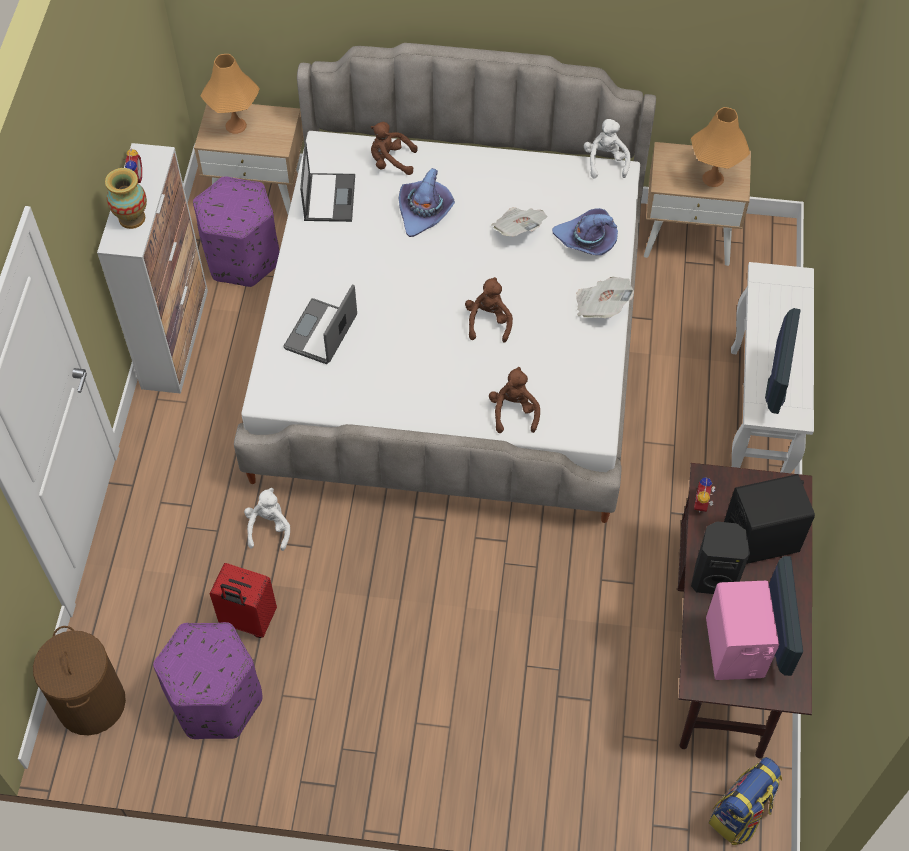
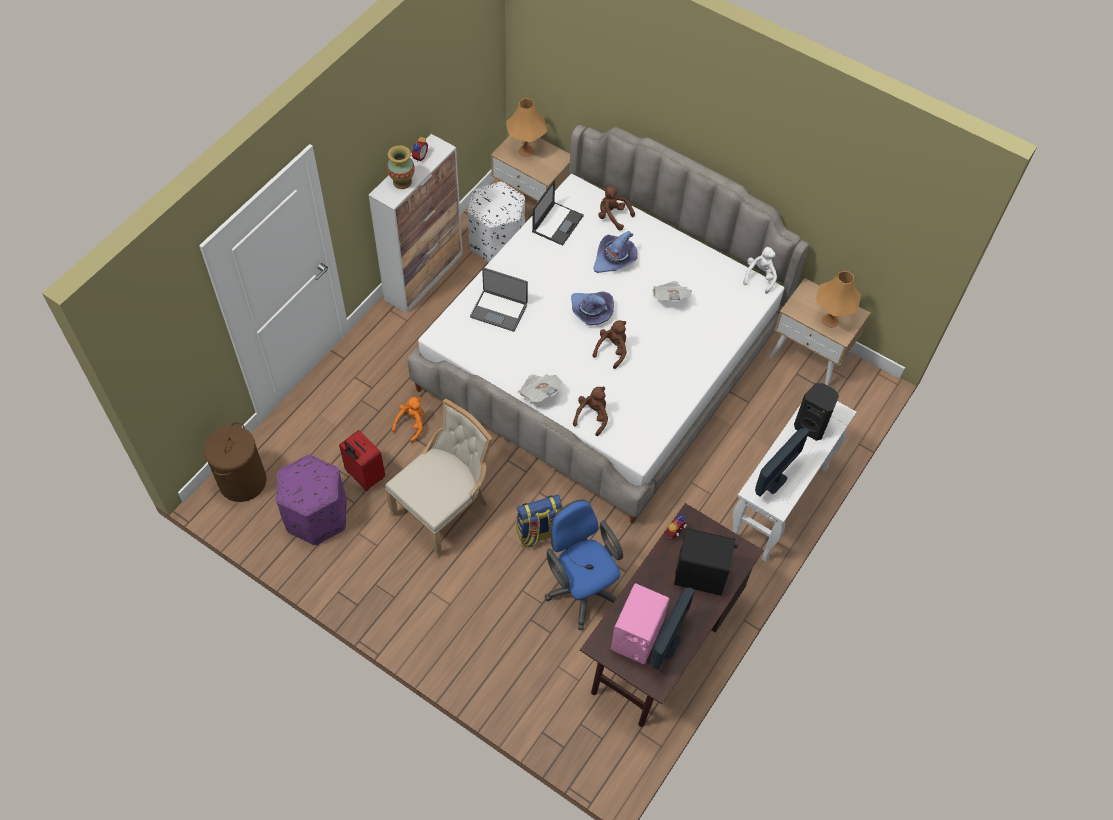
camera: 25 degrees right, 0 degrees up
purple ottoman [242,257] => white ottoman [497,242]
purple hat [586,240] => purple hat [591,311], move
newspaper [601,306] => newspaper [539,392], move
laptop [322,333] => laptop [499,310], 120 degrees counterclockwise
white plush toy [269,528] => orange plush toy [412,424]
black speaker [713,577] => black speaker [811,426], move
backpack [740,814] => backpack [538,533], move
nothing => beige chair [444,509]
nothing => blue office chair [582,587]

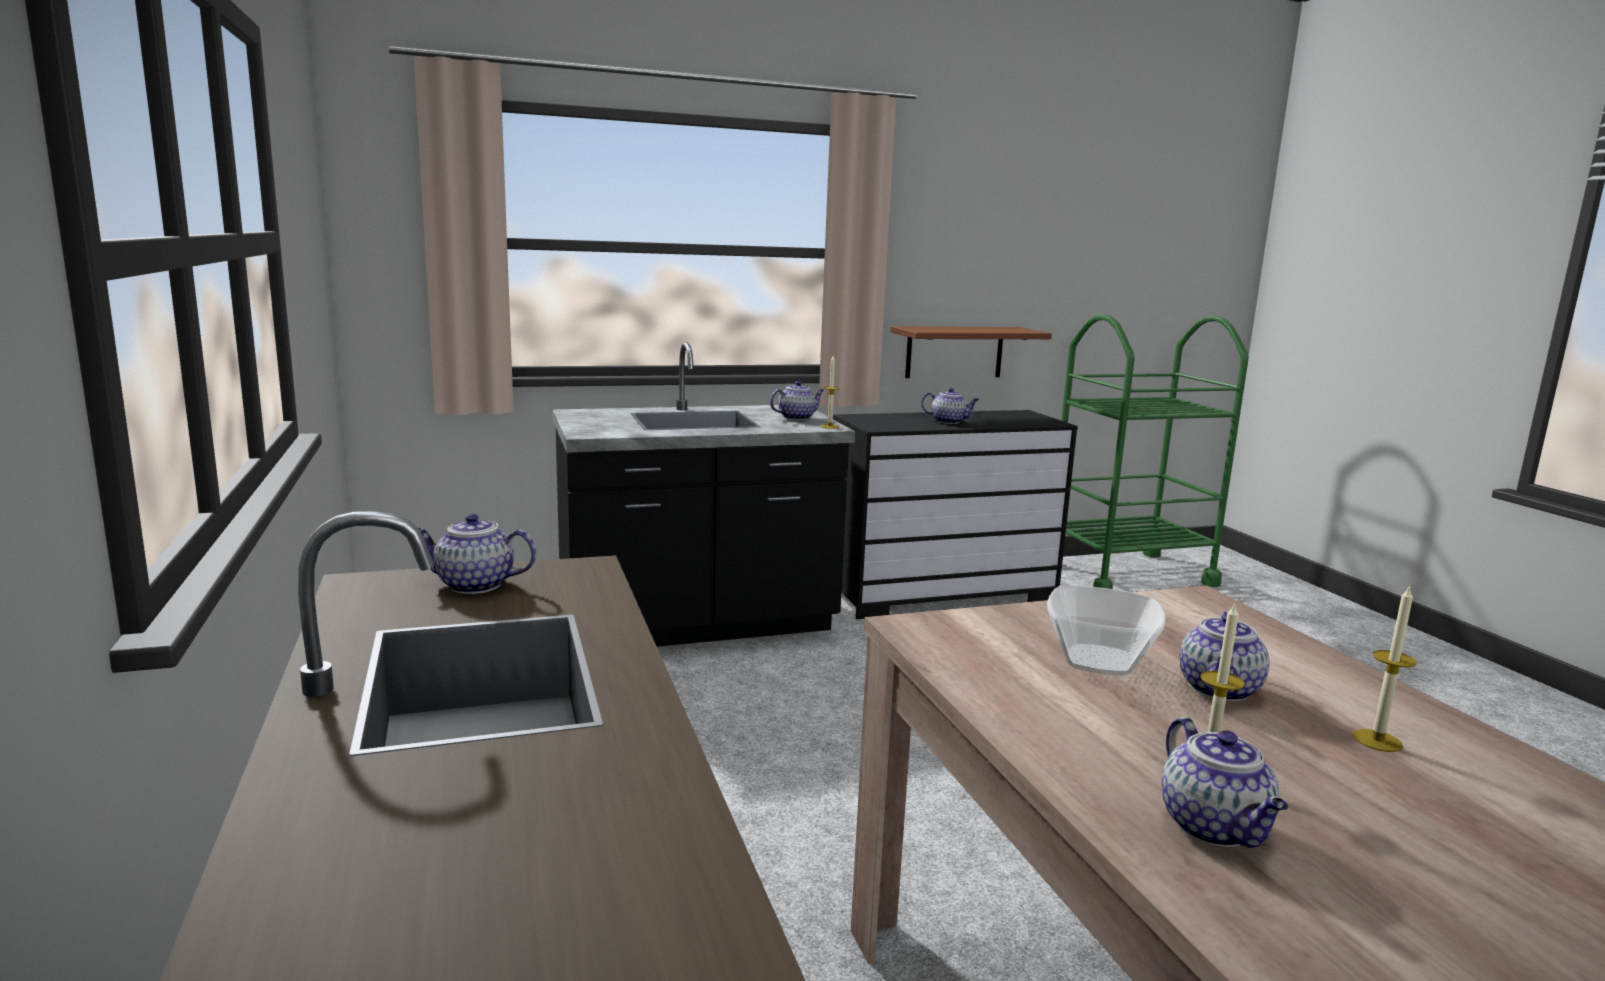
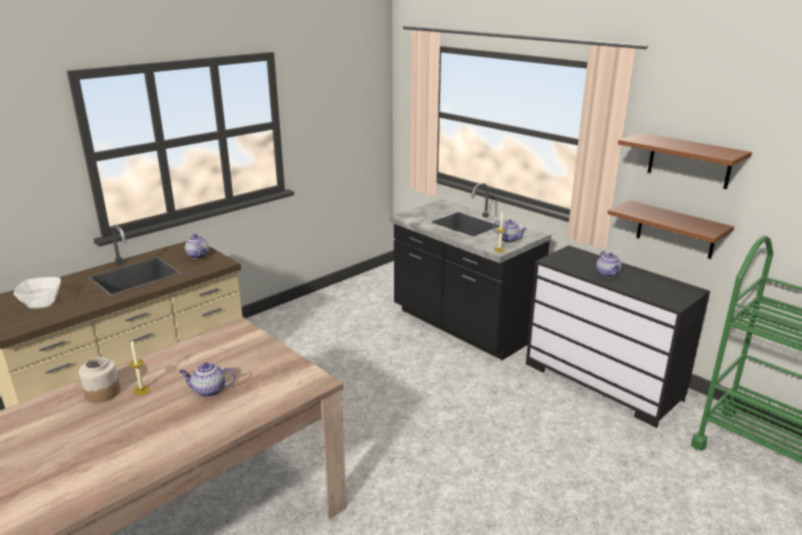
camera: 65 degrees right, 10 degrees up
bowl [1100,660] => bowl [42,304], move
candle [1377,740] => nothing
teapot [1216,828] => jar [102,393]
nothing => brown shelf [689,161]

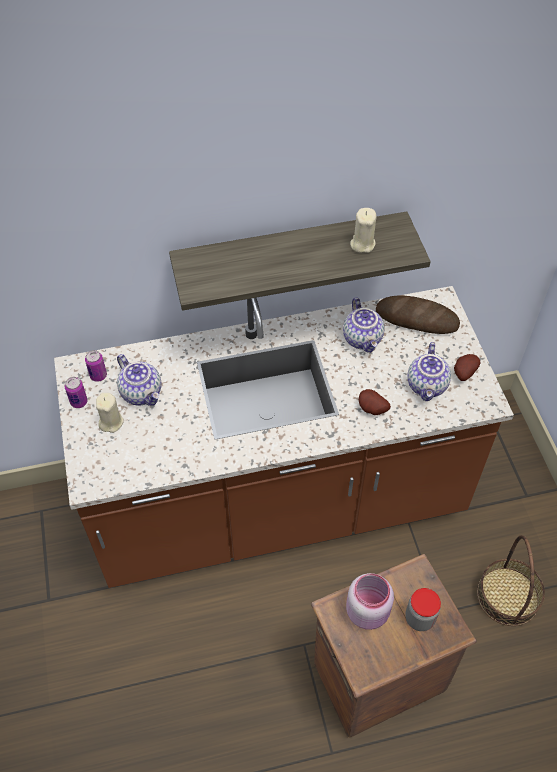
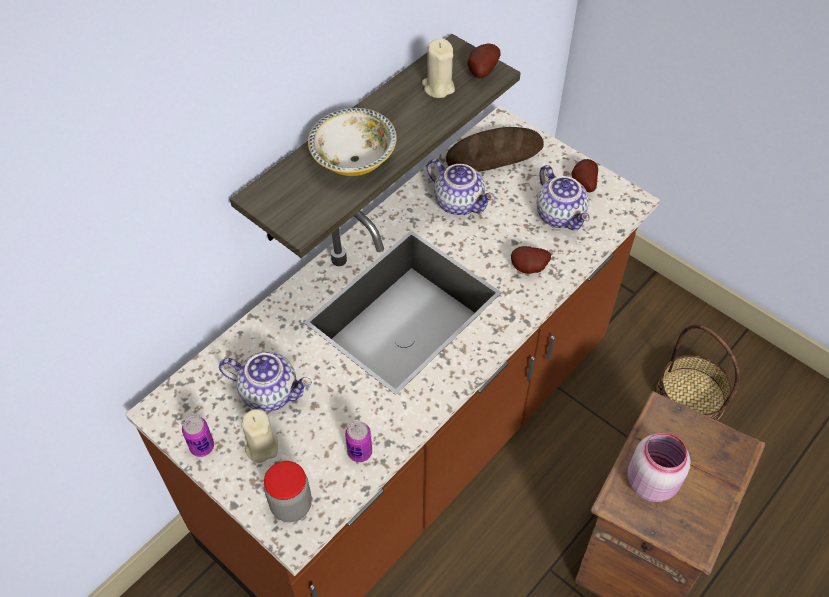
camera: 35 degrees left, 0 degrees up
can [98,375] => can [360,452], move
jar [419,618] => jar [291,505], move
nothing => potato [481,71]
nothing => bowl [353,160]

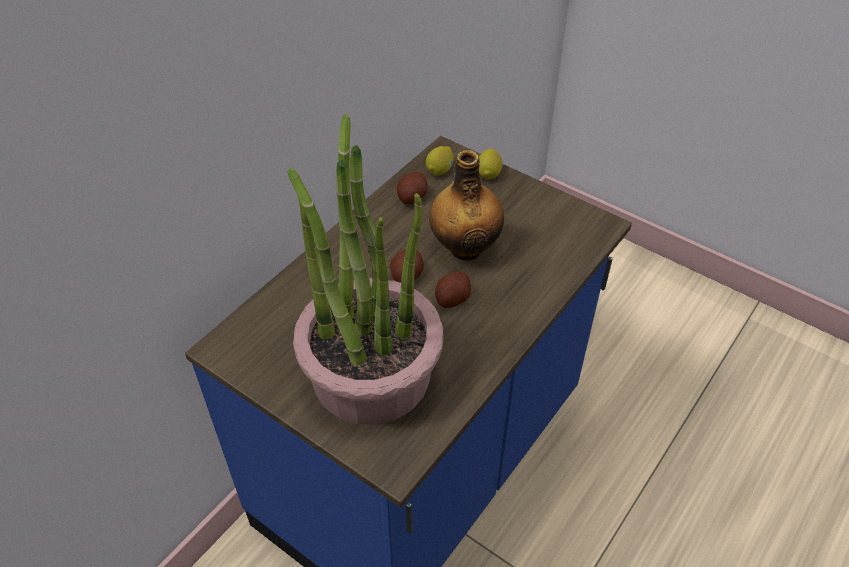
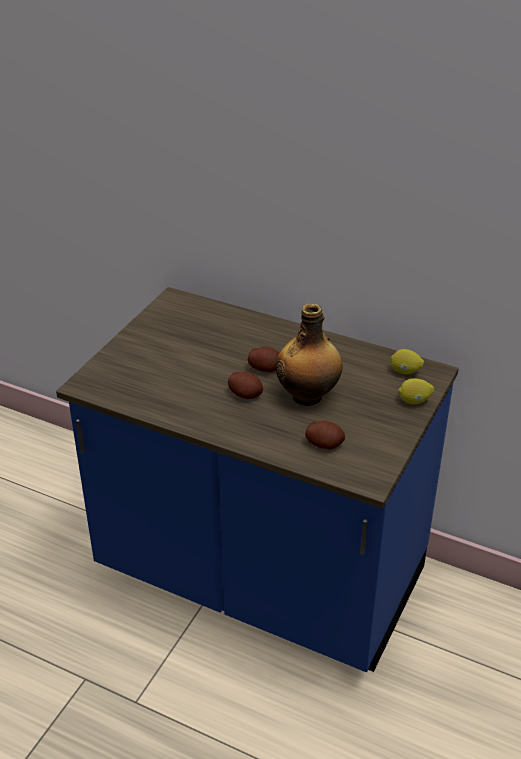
camera: 80 degrees right, 10 degrees down
potted plant [371,373] => nothing
potato [411,197] => potato [324,444], move

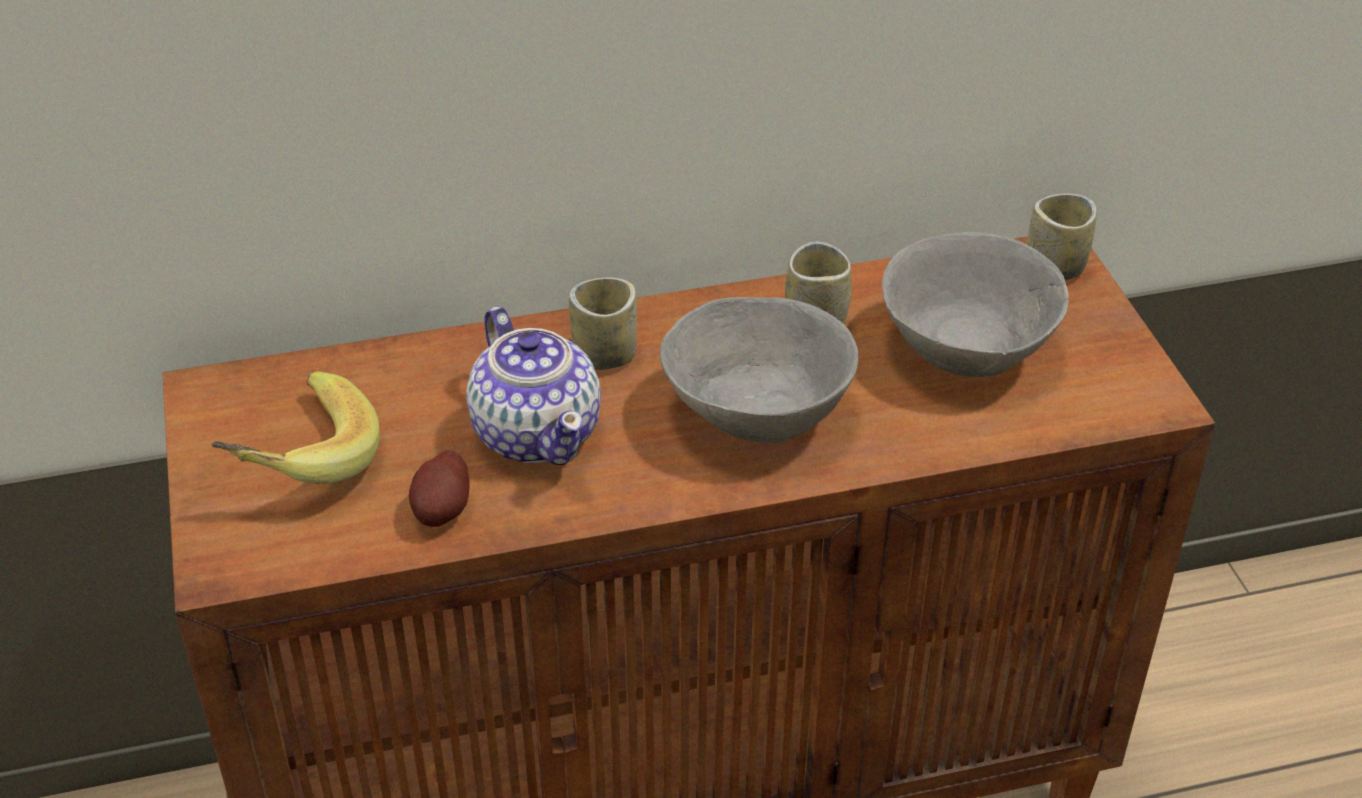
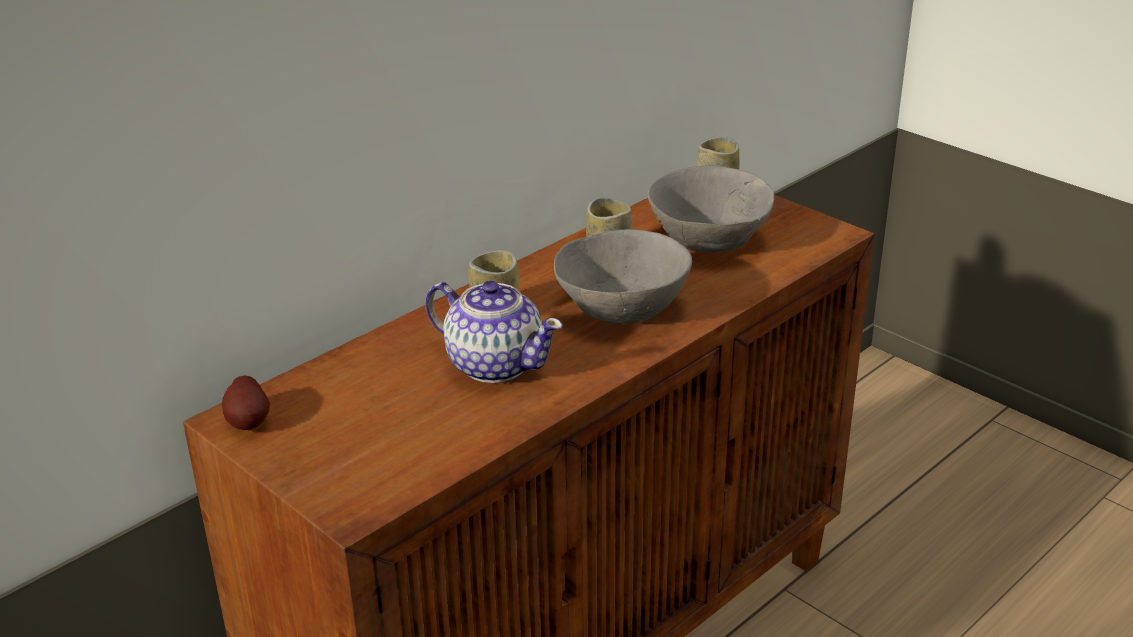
camera: 30 degrees left, 10 degrees down
banana [299,460] => nothing
potato [442,510] => potato [249,421], move

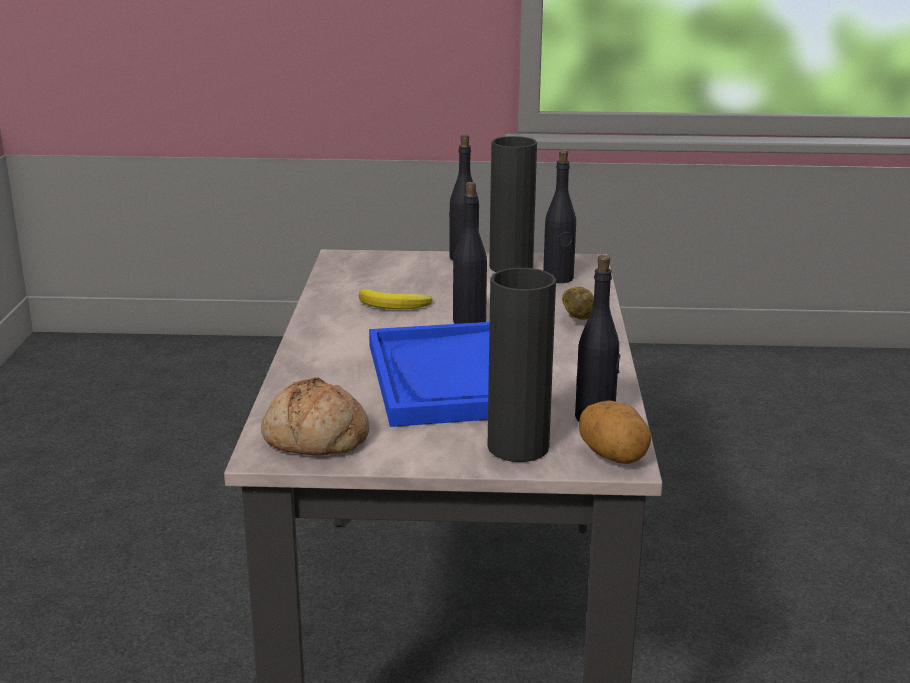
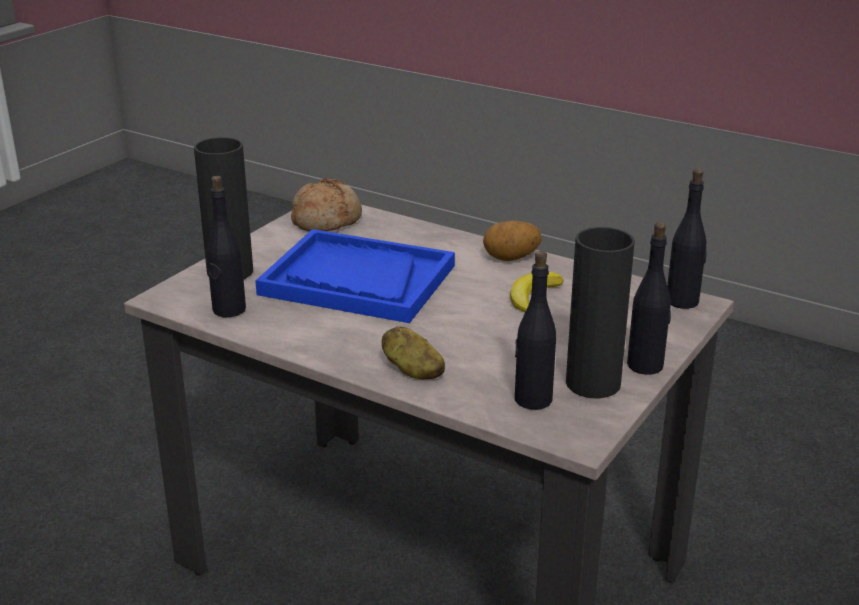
camera: 120 degrees right, 5 degrees up
black bottle [469,321] => black bottle [682,301], move
potato [613,456] => potato [511,258], move

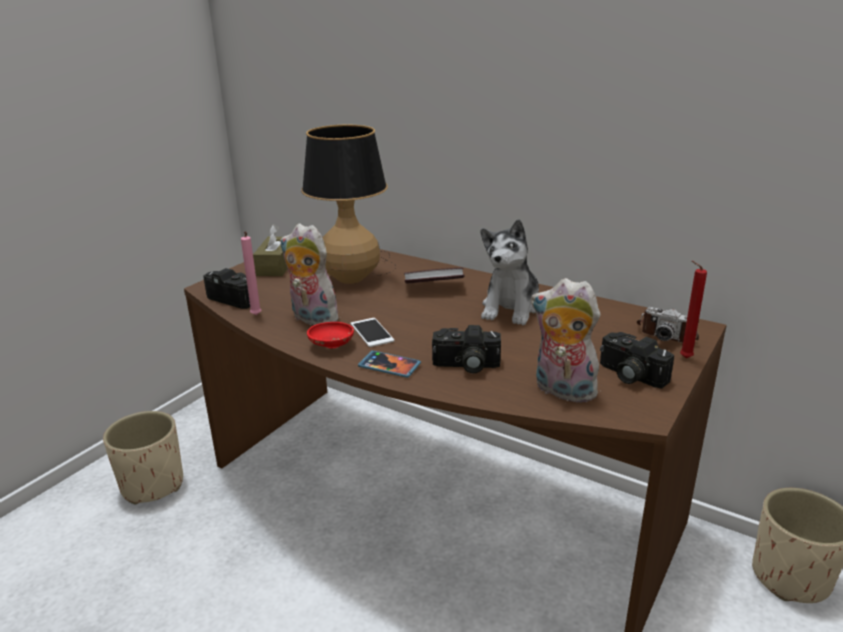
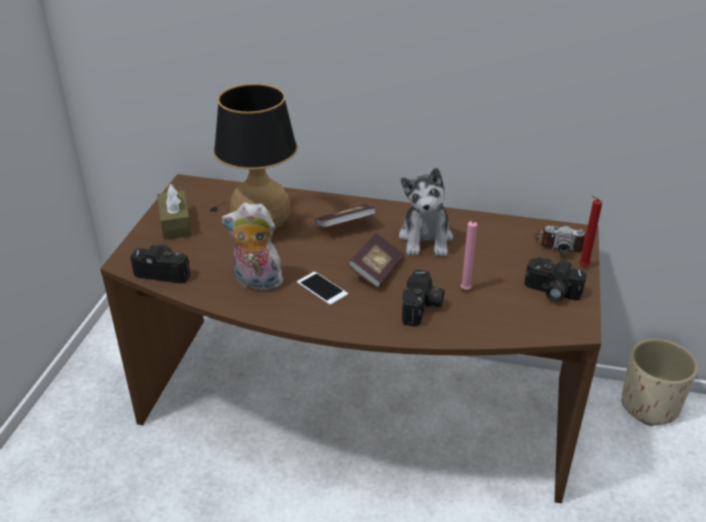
camera: 20 degrees left, 10 degrees up
pink candle [256,316] => pink candle [466,290], move
plush toy [561,391] => nothing
red bowl [331,345] => nothing
photo camera [465,365] => photo camera [422,308], 60 degrees counterclockwise
phone [389,366] => nothing
beige planter [153,484] => nothing
nothing => book [376,270]

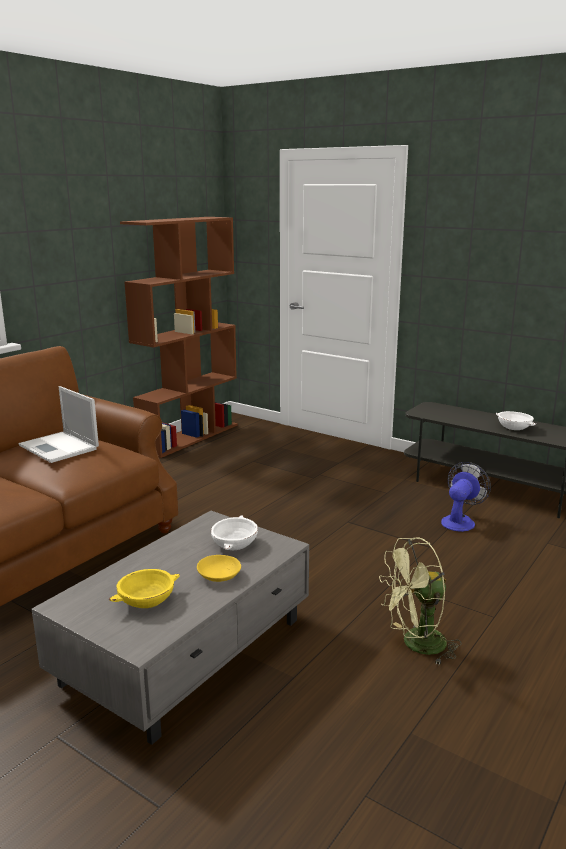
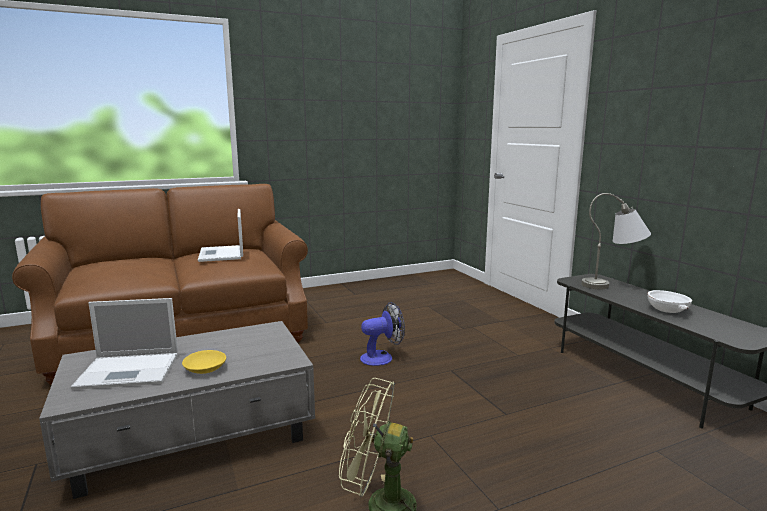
camera: 30 degrees right, 5 degrees down
brown bookcase [189,437] => nothing
fan [460,521] => fan [382,357], move
white bowl [235,544] => nothing
yellow bowl [146,599] => laptop [130,371]
nothing => grey table lamp [613,285]

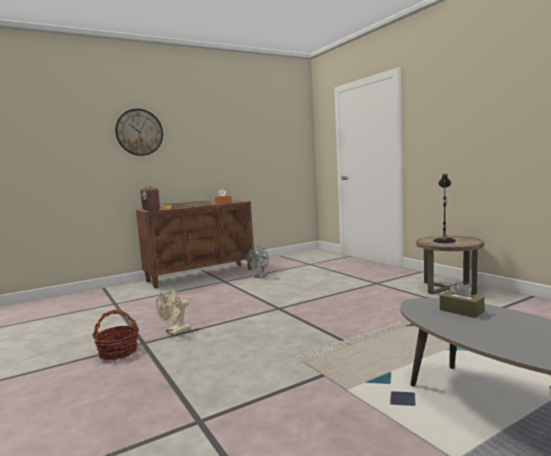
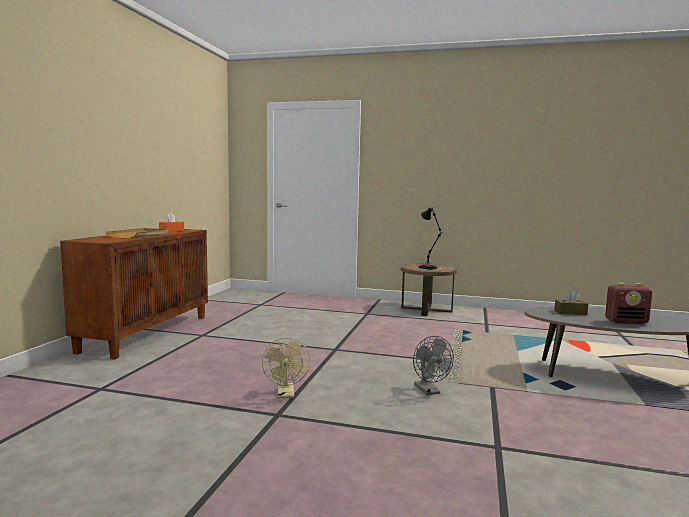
camera: 45 degrees left, 0 degrees up
wall clock [139,132] => nothing
radio [151,210] => radio [626,321], move
grey fan [260,277] => grey fan [429,391], move
basket [118,352] => nothing

